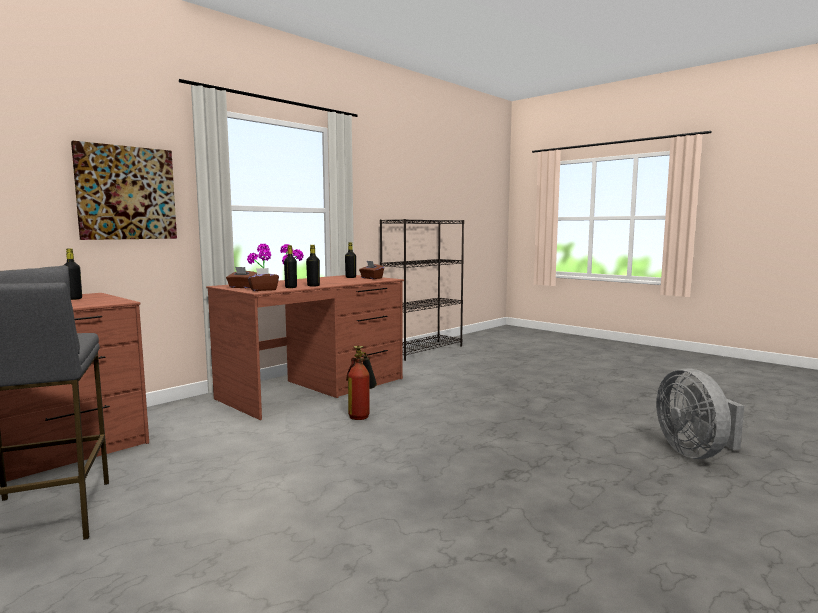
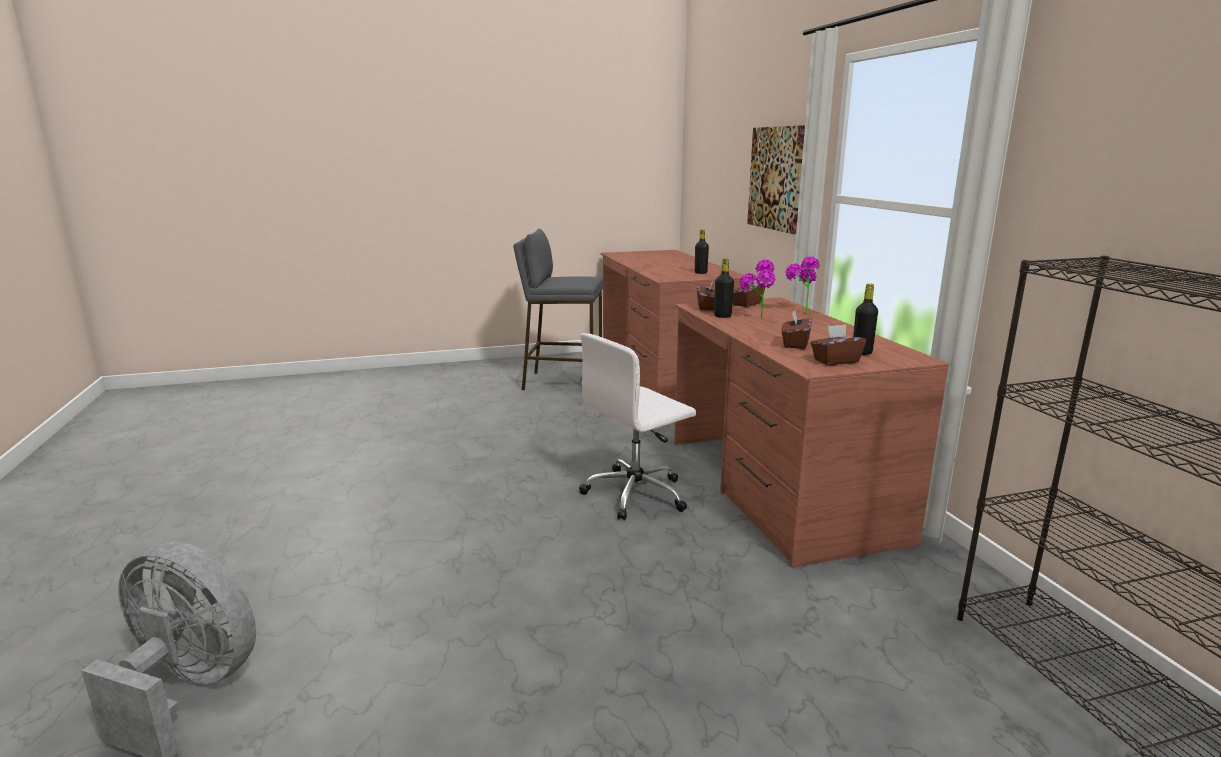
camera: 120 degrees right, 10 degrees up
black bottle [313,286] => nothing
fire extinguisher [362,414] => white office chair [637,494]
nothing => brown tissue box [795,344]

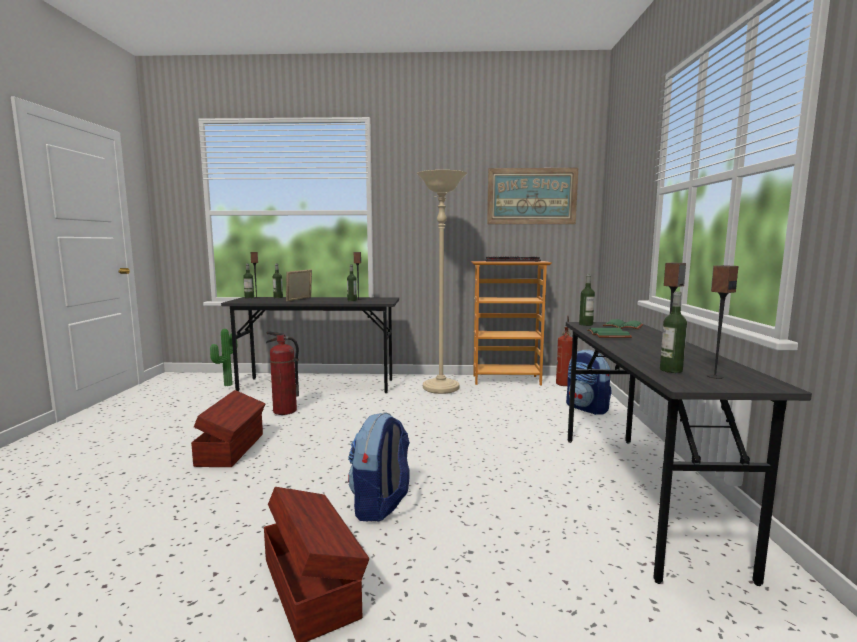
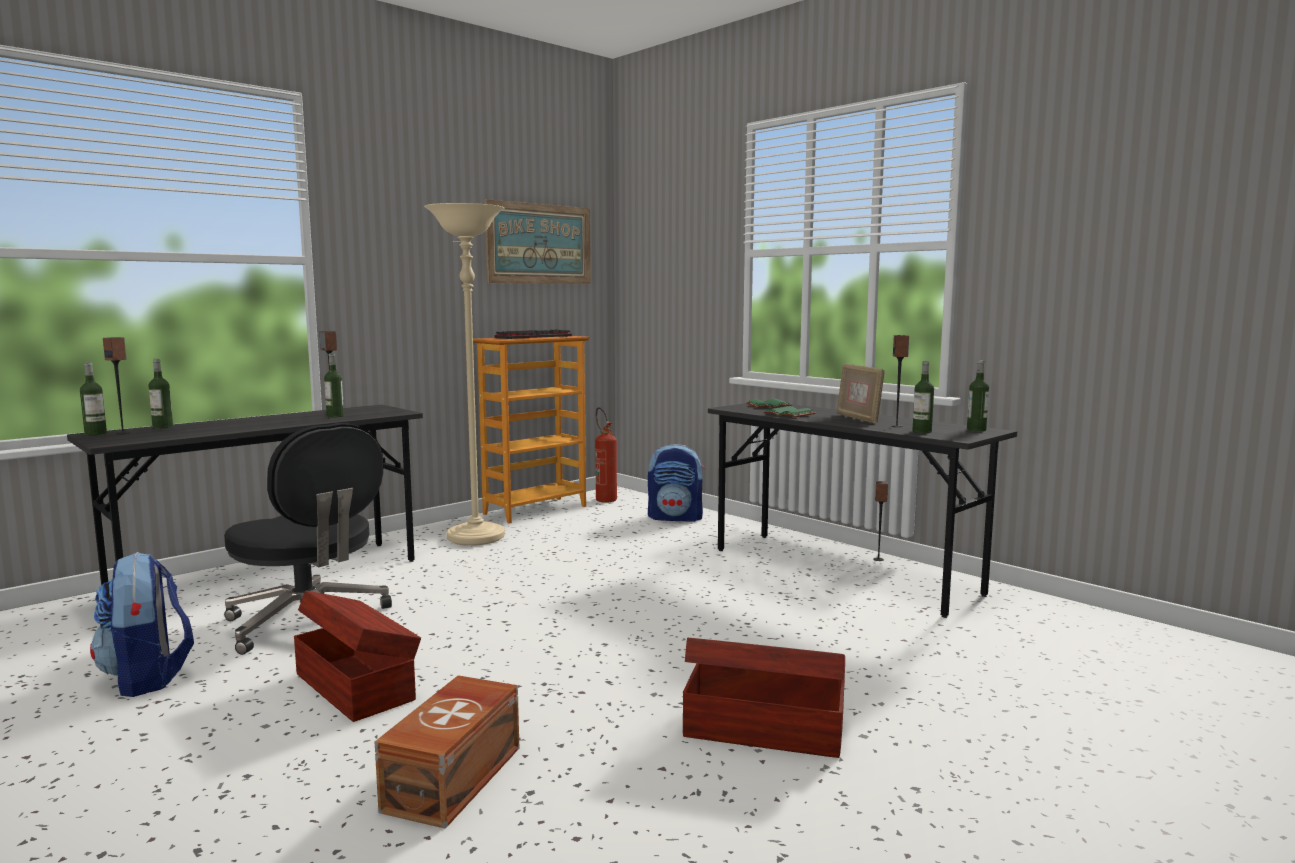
camera: 45 degrees left, 0 degrees up
speaker [714,376] => speaker [878,559], move
picture frame [300,299] => picture frame [858,418], move
bottle [586,324] => bottle [976,429], move
potted plant [226,384] => nothing
fire extinguisher [285,411] => black office chair [309,623]
backpack [380,505] => backpack [148,678], move
nothing => brown storage box [456,777]

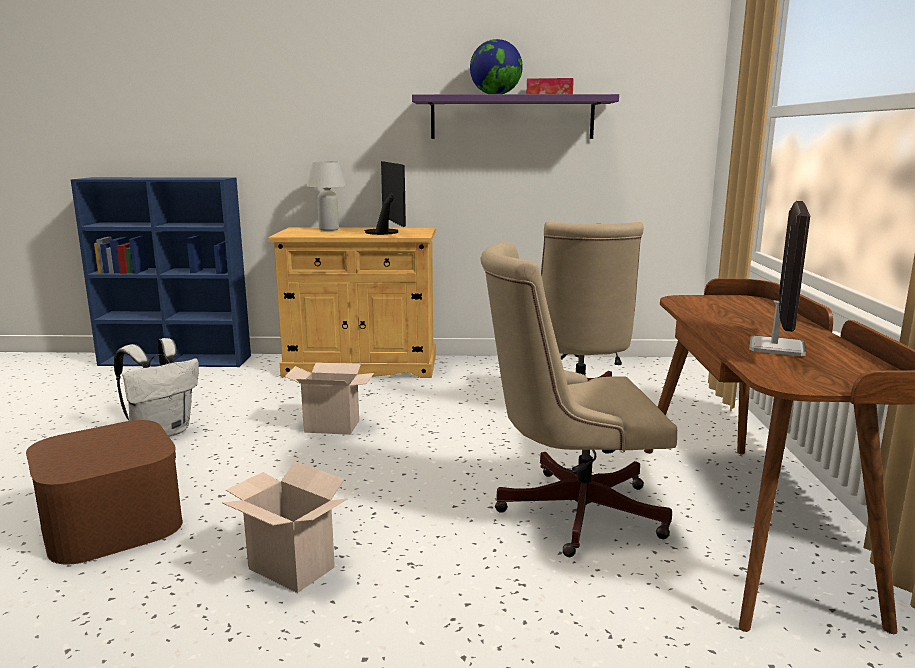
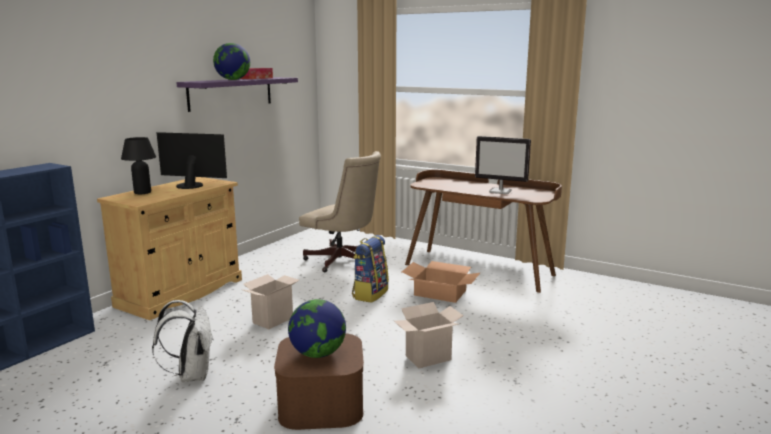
camera: 60 degrees left, 0 degrees up
white table lamp [329,229] => black table lamp [142,192]
monitor [776,347] => monitor [500,191], 150 degrees clockwise
beige office chair [569,511] => cardboard box [440,292]
nothing => backpack [370,294]
nothing => globe [318,354]

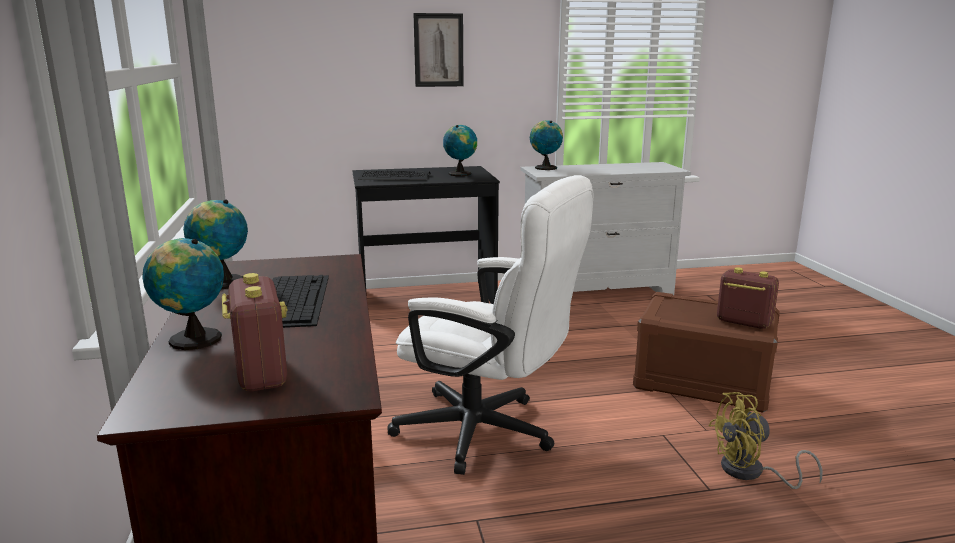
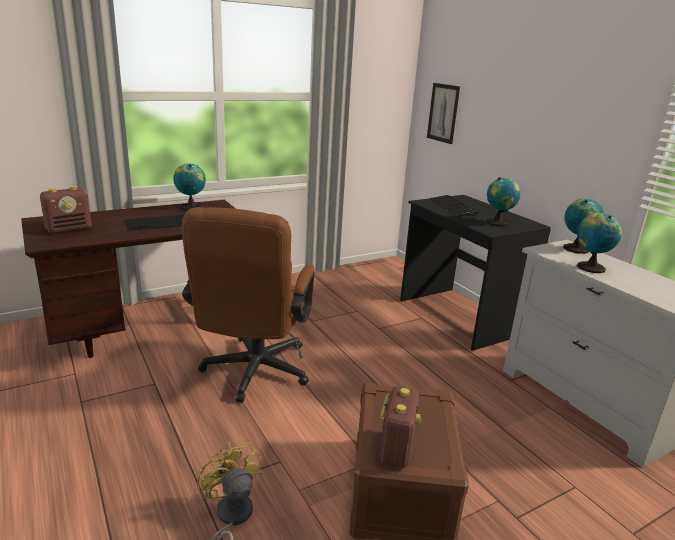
camera: 70 degrees right, 5 degrees up
picture [438,50] => picture [443,113], move
white office chair [488,434] => brown office chair [253,374]
globe [191,340] => globe [589,267], move

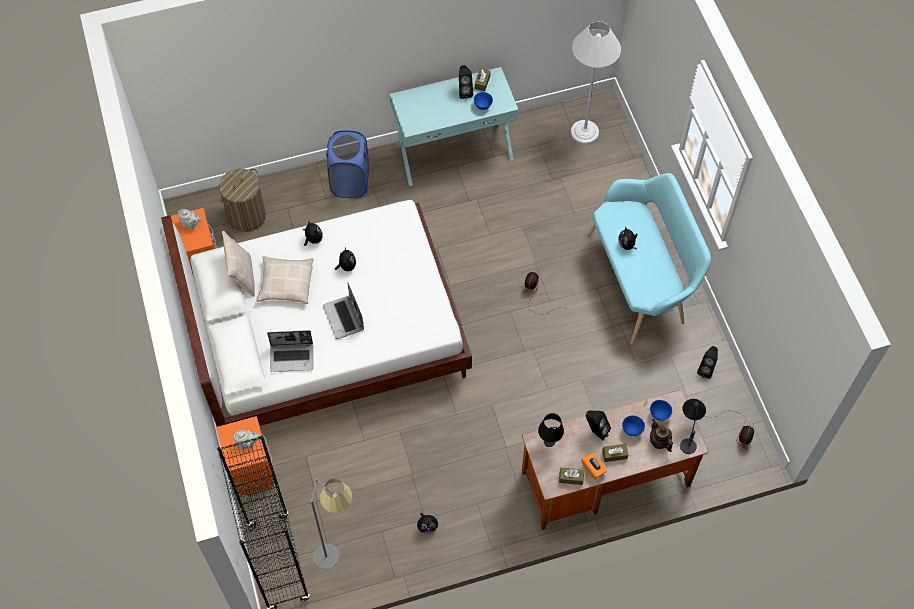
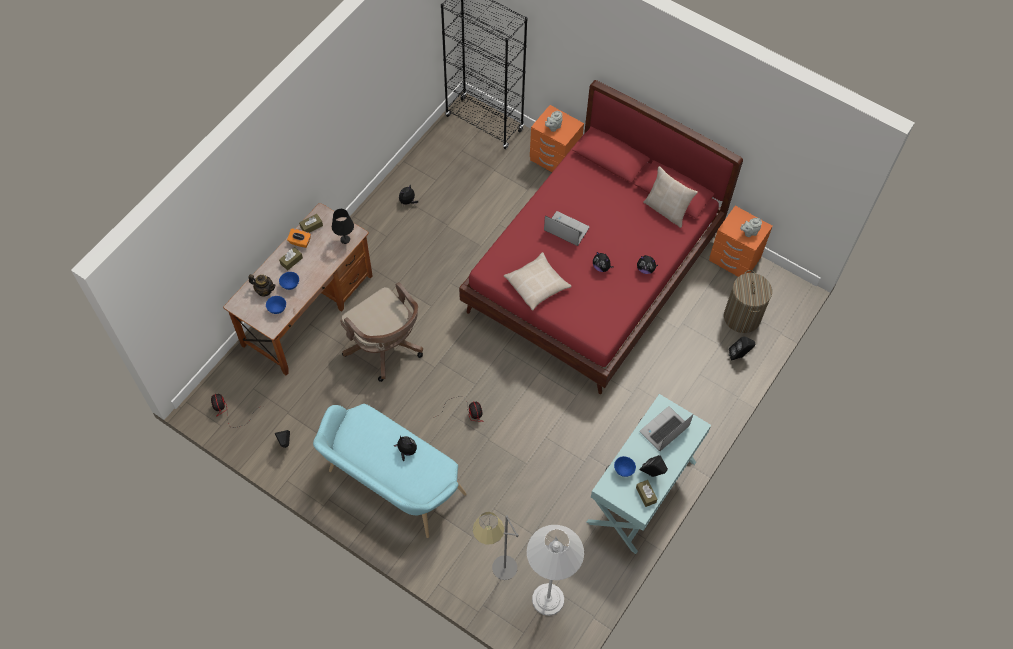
camera: 140 degrees right, 0 degrees up
blue laundry basket [350,182] => nothing
white bed [326,334] => red bed [593,273]
beige pillow [285,283] => beige pillow [537,285], move
laptop [292,357] => laptop [664,430], move
table lamp [689,430] => nothing
black speaker [595,431] => black speaker [739,356], move
grey floor lamp [338,554] => grey floor lamp [496,576], move
nothing => brown office chair [386,348]

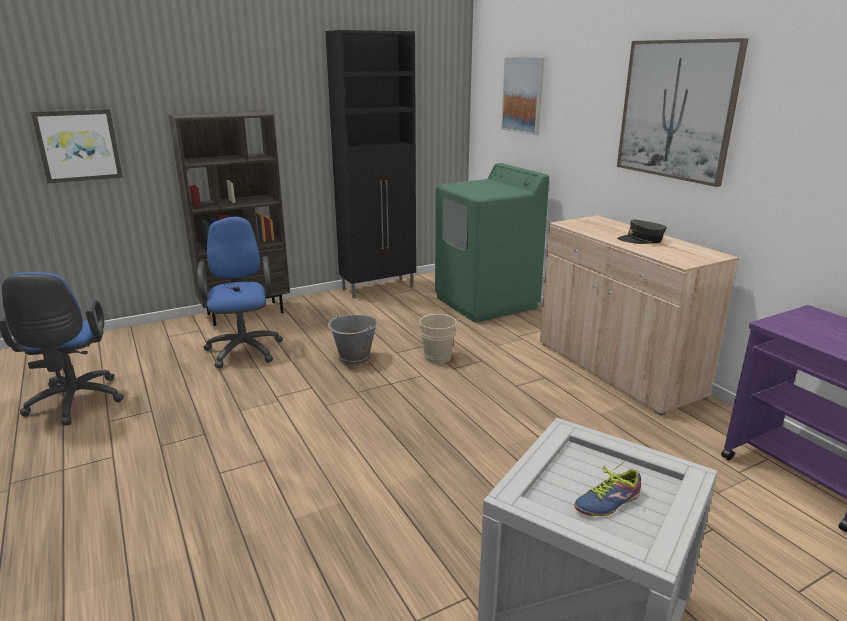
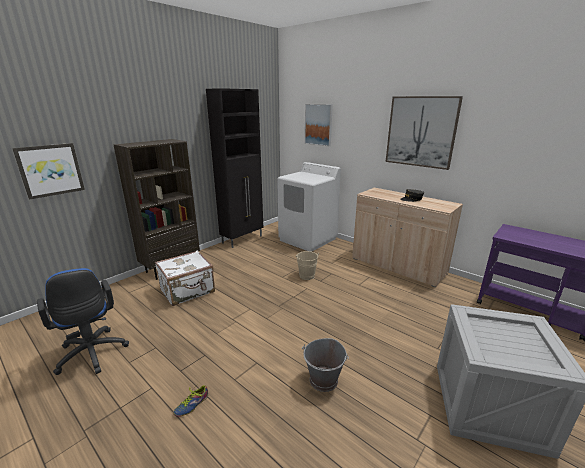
camera: 20 degrees left, 0 degrees up
green washing machine [486,303] => white washing machine [308,239]
blue office chair [244,348] => white suitcase [188,291]
grey bucket [355,359] => grey bucket [324,380], move
shoe [605,500] => shoe [191,404], move

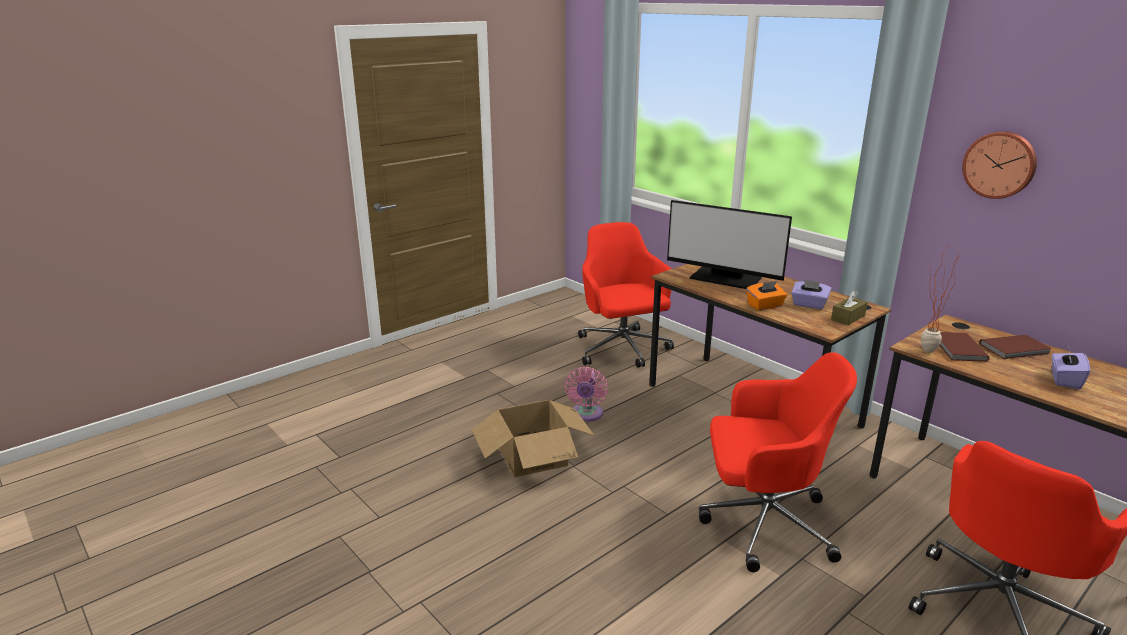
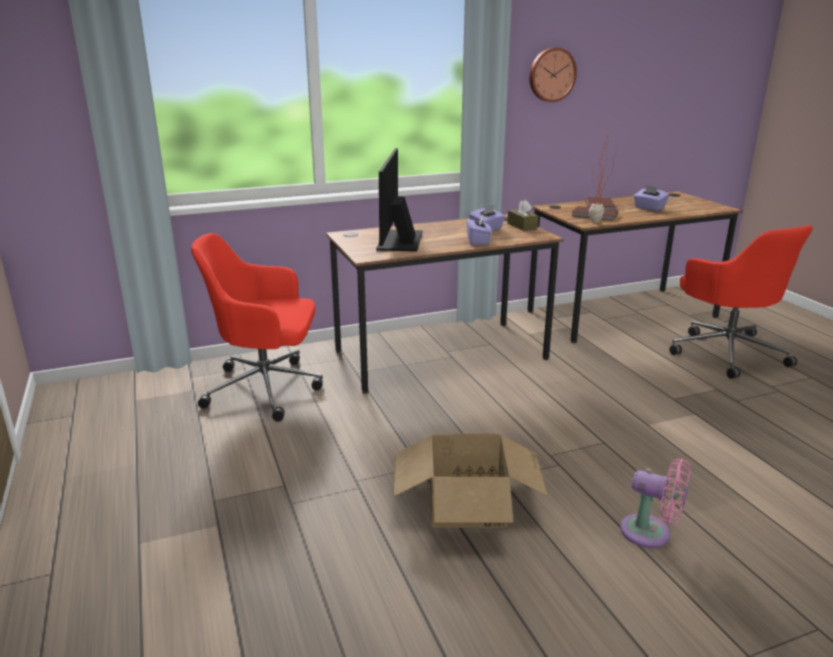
camera: 70 degrees left, 0 degrees up
monitor [725,279] => monitor [398,240], 135 degrees clockwise
orange tissue box [765,306] => purple tissue box [478,241]
red office chair [762,522] => nothing
pink fan [586,415] => pink fan [650,533], move

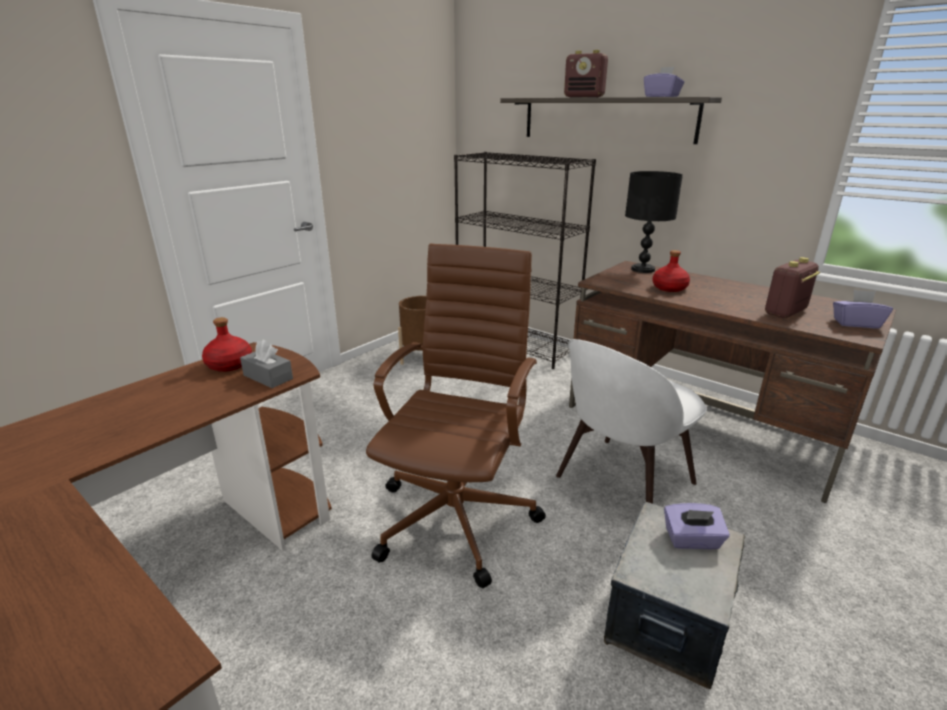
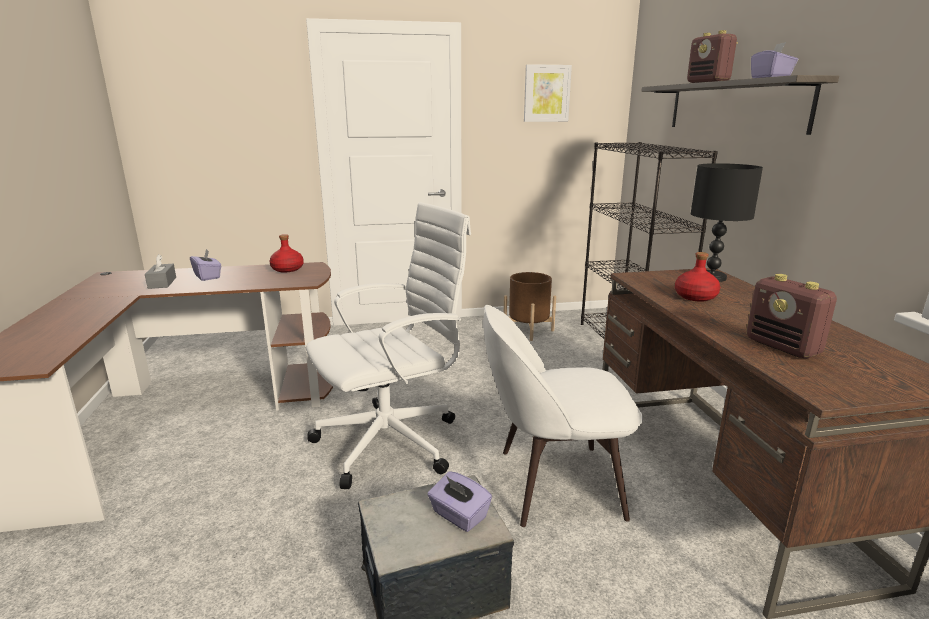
camera: 40 degrees right, 5 degrees down
brown office chair [458,516] => white office chair [392,441]
radio [785,312] => radio [783,347], 120 degrees counterclockwise
purple tissue box [856,323] => purple tissue box [208,276], move
grey tissue box [268,377] => grey tissue box [162,283], move
nothing => picture [546,93]

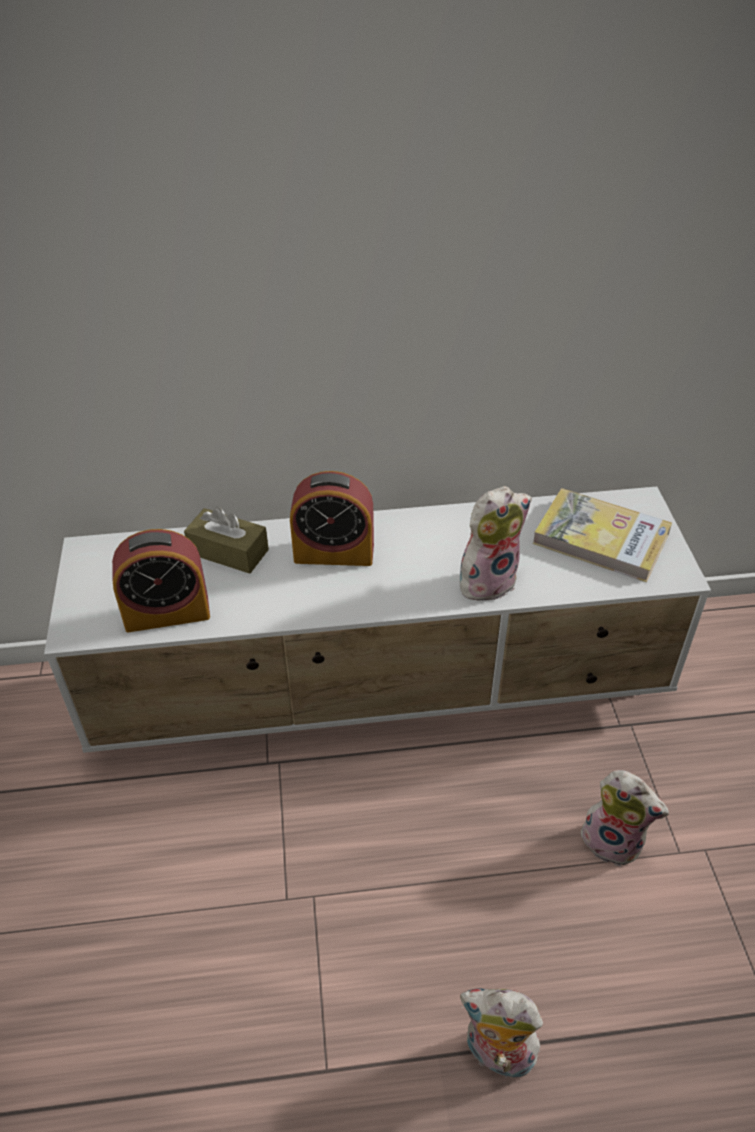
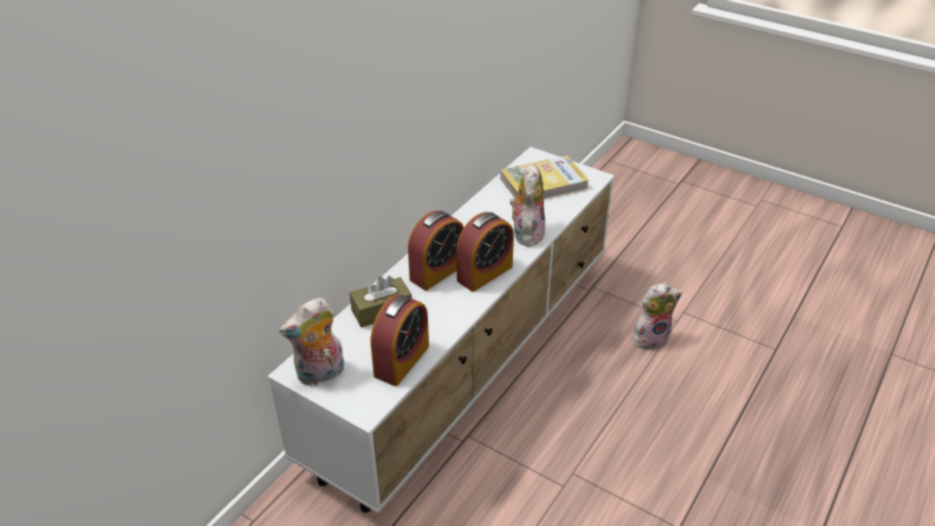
camera: 50 degrees left, 5 degrees down
plush toy [497,1054] => plush toy [320,375], move
nothing => alarm clock [484,273]

